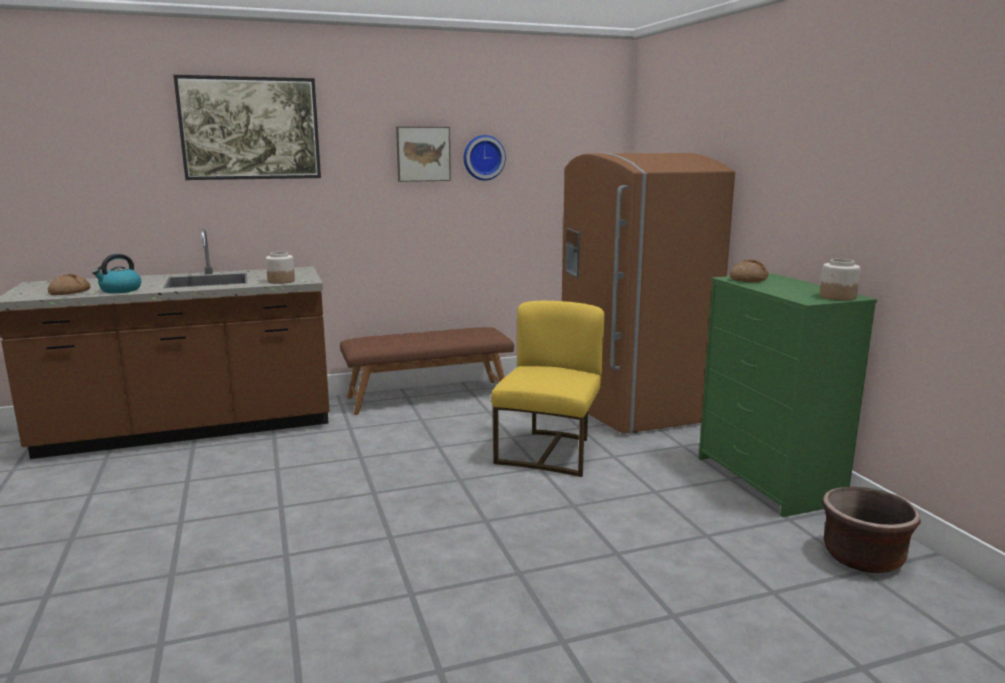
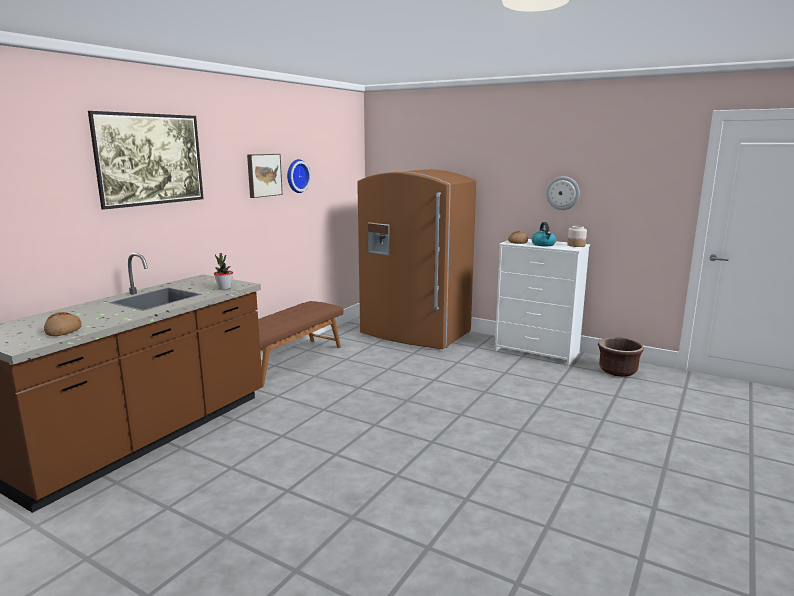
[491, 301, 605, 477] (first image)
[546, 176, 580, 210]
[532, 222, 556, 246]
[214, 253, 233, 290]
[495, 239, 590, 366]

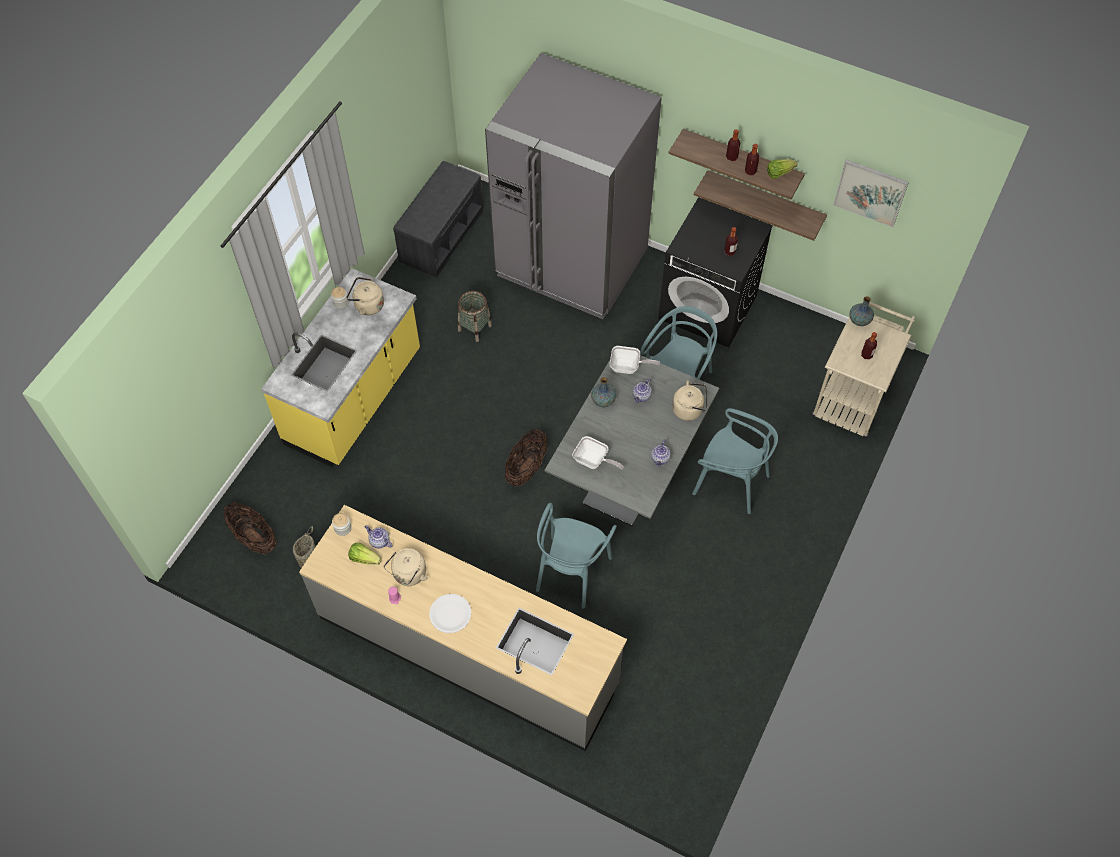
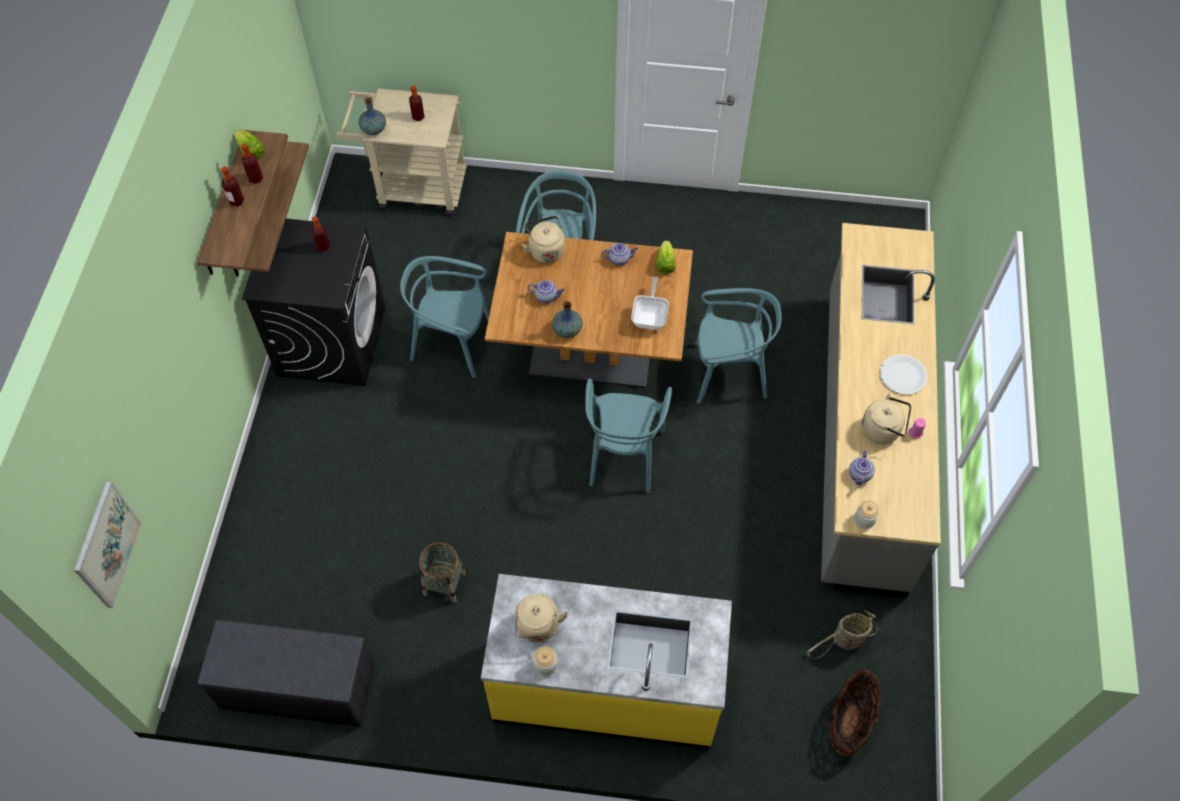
[485, 53, 662, 319] (first image)
[610, 346, 660, 374] (first image)
[655, 240, 676, 274]
[74, 481, 142, 608]
[585, 378, 672, 493]
[485, 232, 693, 388]

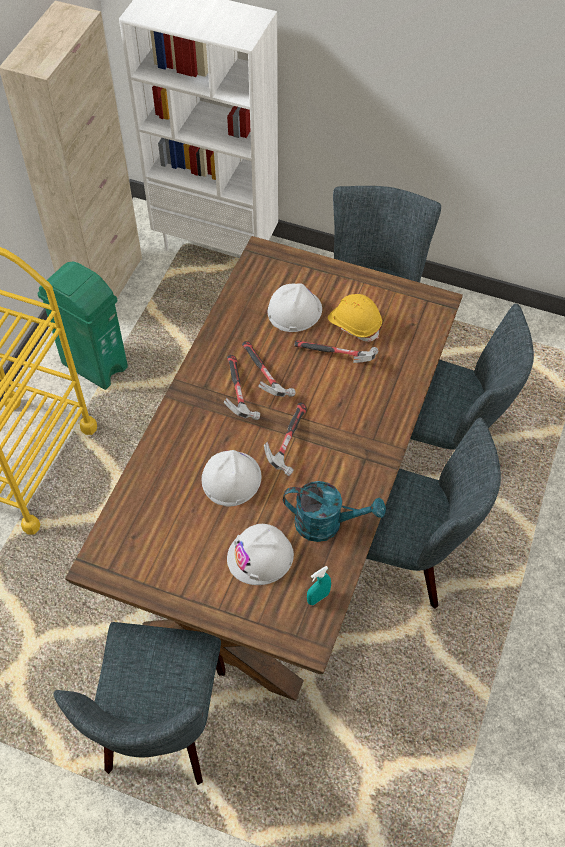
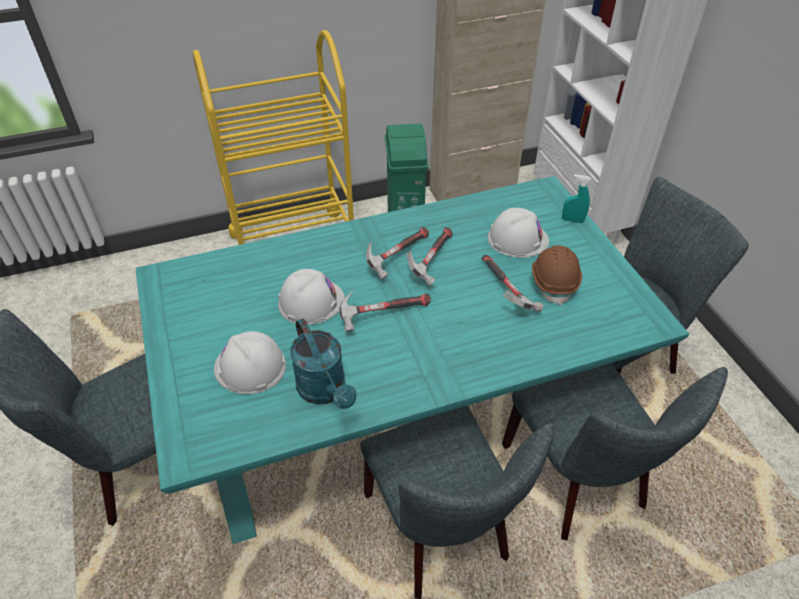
[562, 174, 591, 223]
[136, 176, 689, 544]
[532, 245, 582, 305]

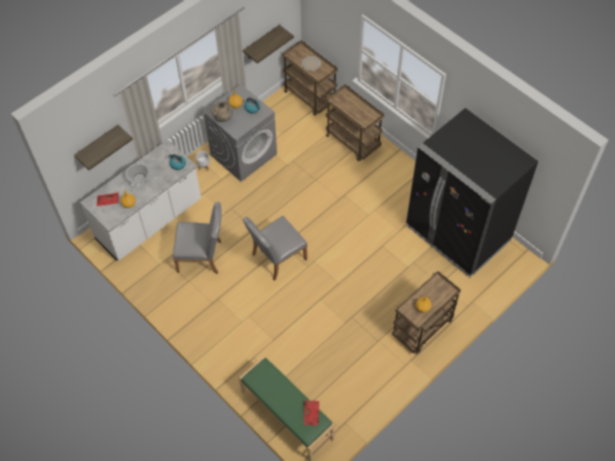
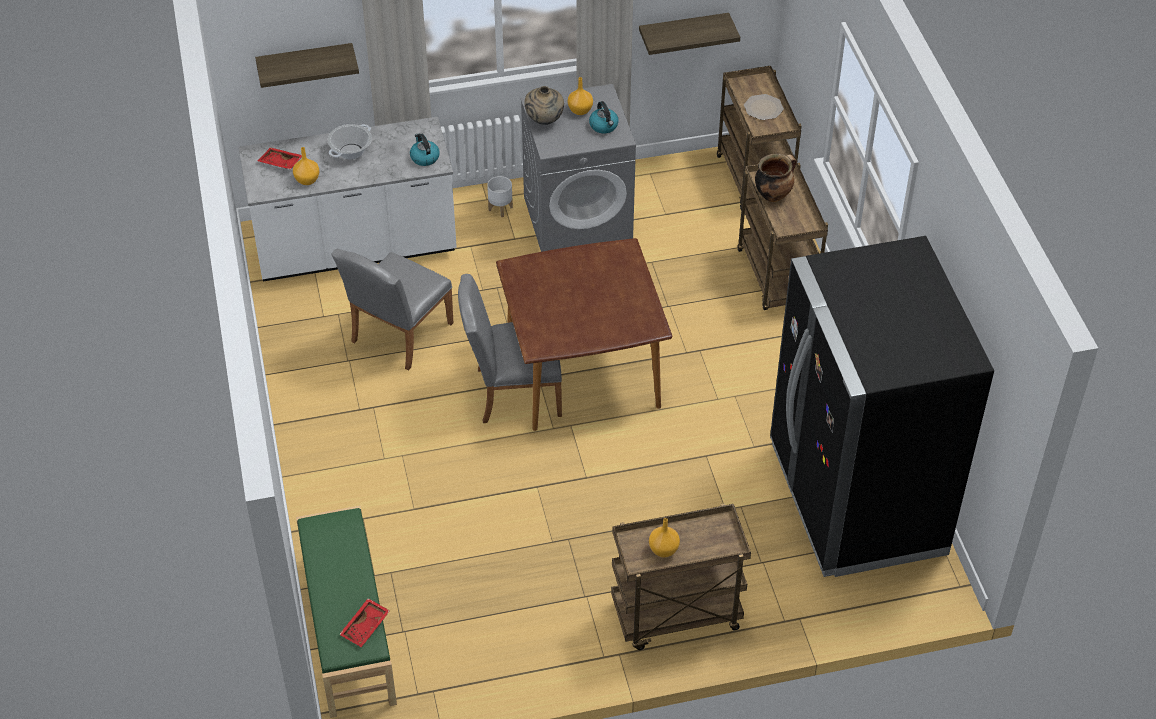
[496, 238, 673, 431]
[755, 154, 797, 202]
[331, 249, 453, 371]

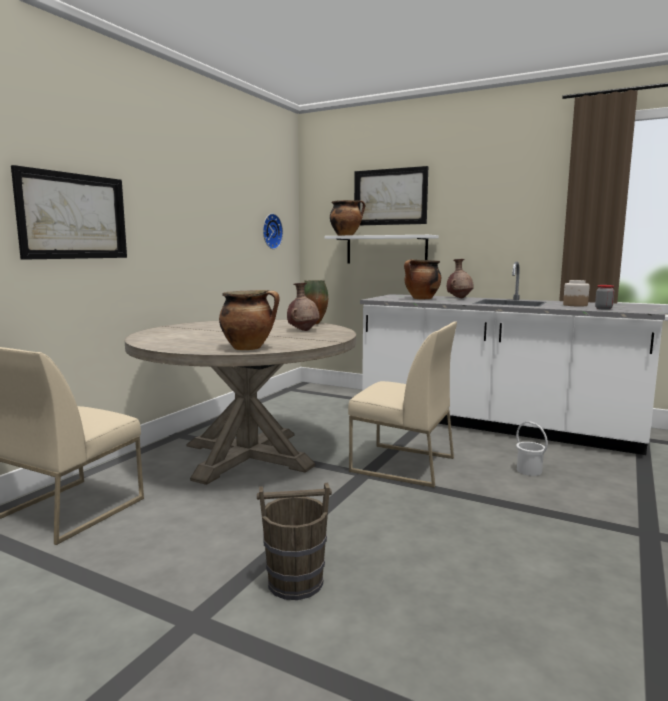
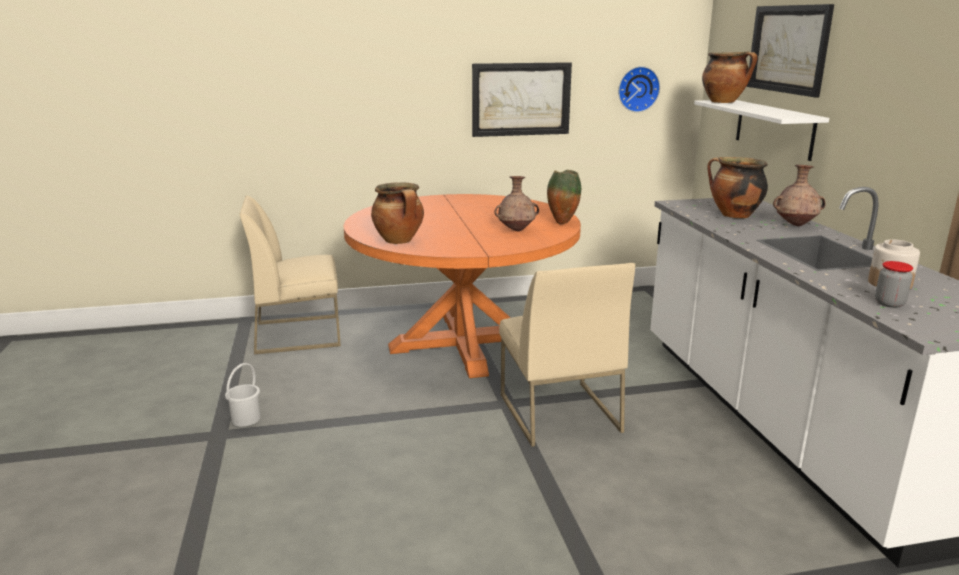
[257, 482, 332, 600] (first image)
[472, 62, 572, 137]
[225, 363, 261, 426]
[344, 194, 581, 378]

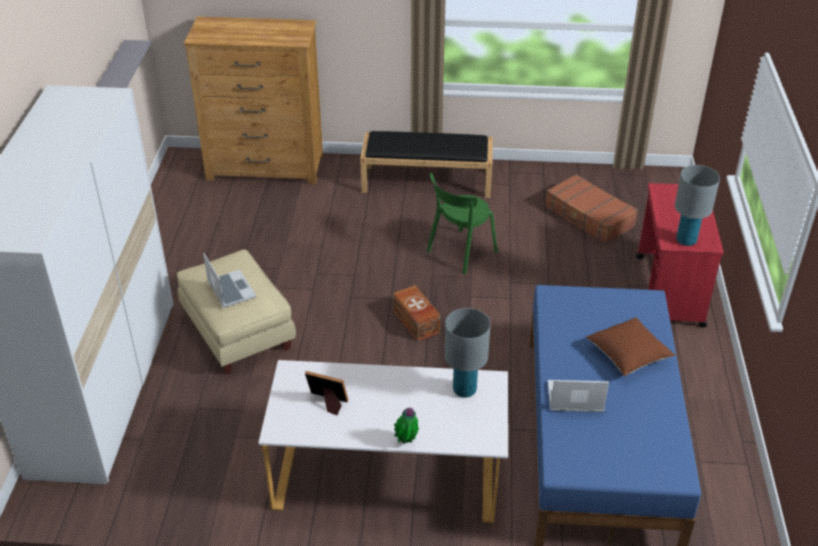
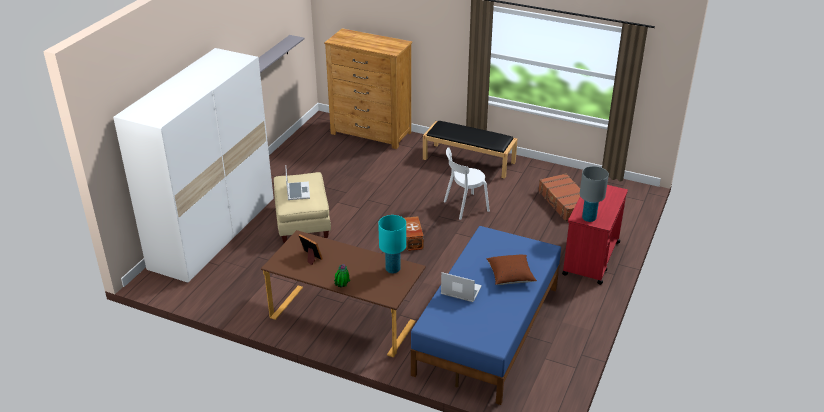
[261, 230, 426, 357]
[444, 147, 490, 220]
[378, 215, 406, 274]

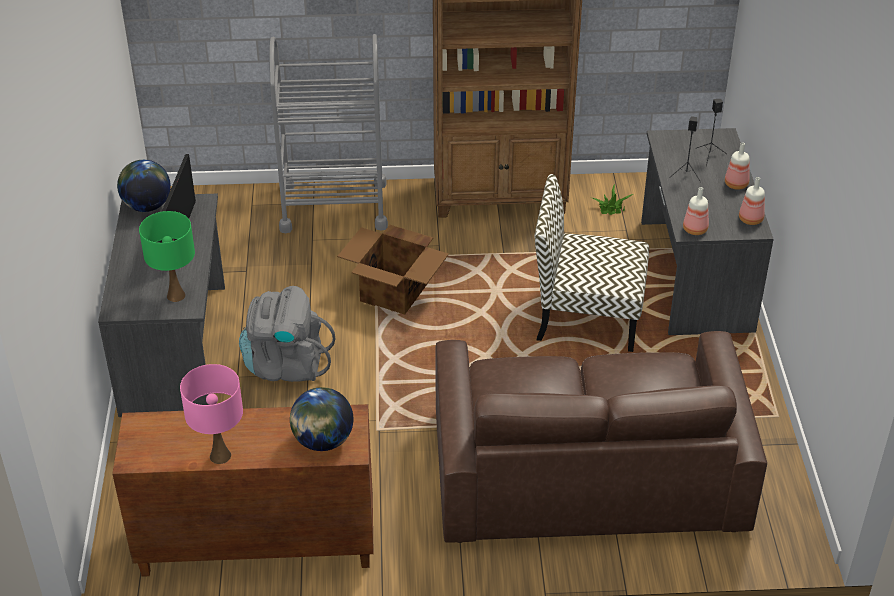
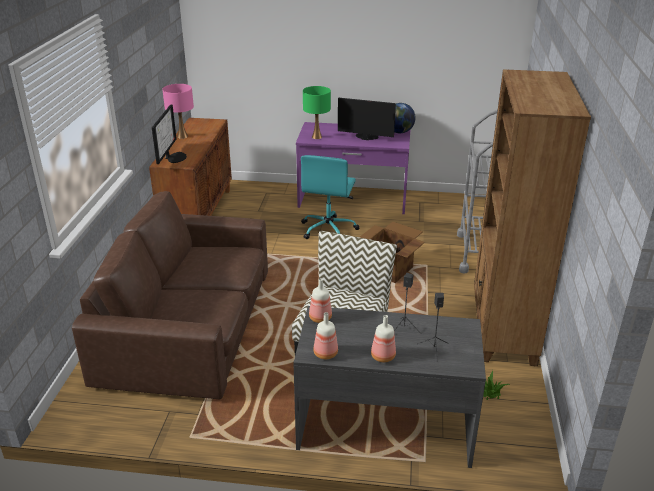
[301, 155, 359, 239]
[152, 104, 187, 164]
[296, 122, 410, 214]

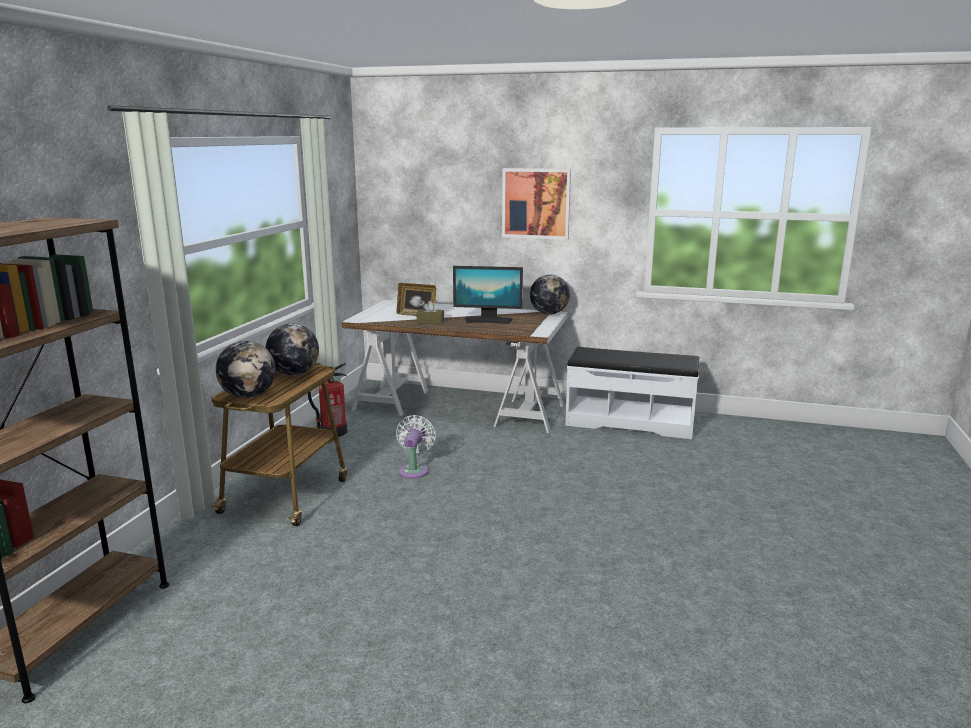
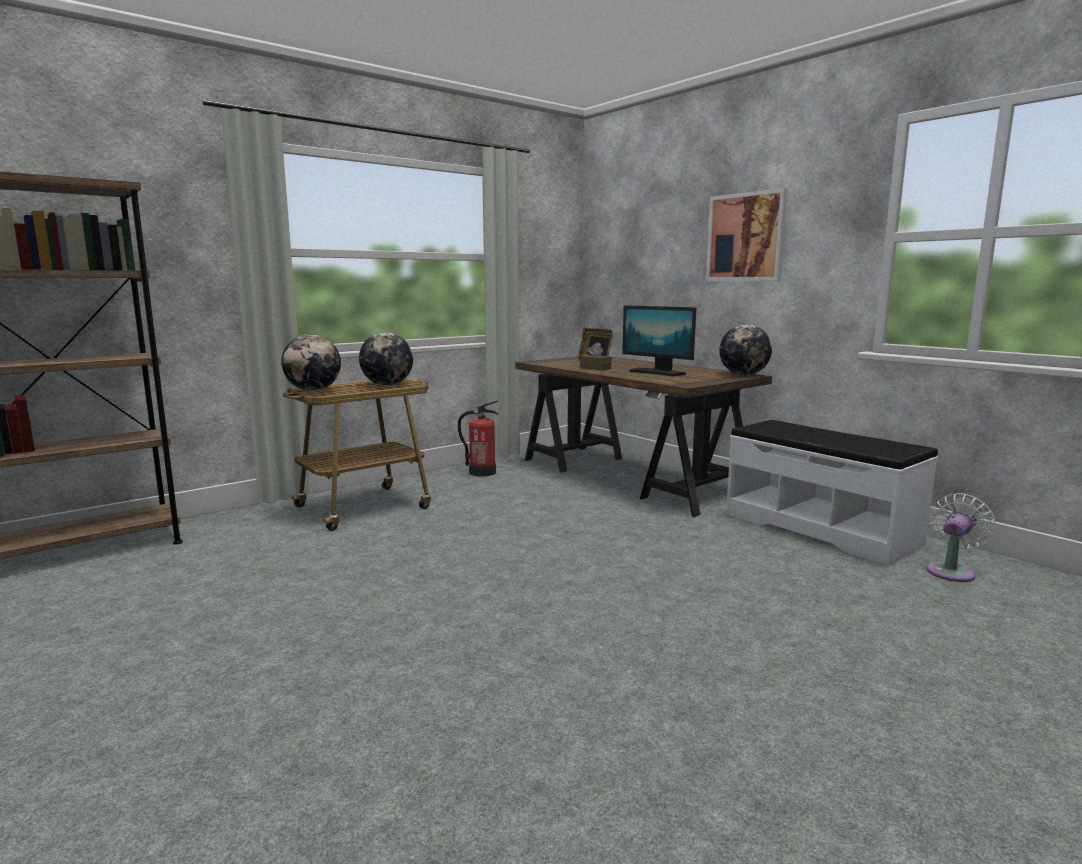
[926, 493, 996, 582]
[515, 356, 772, 517]

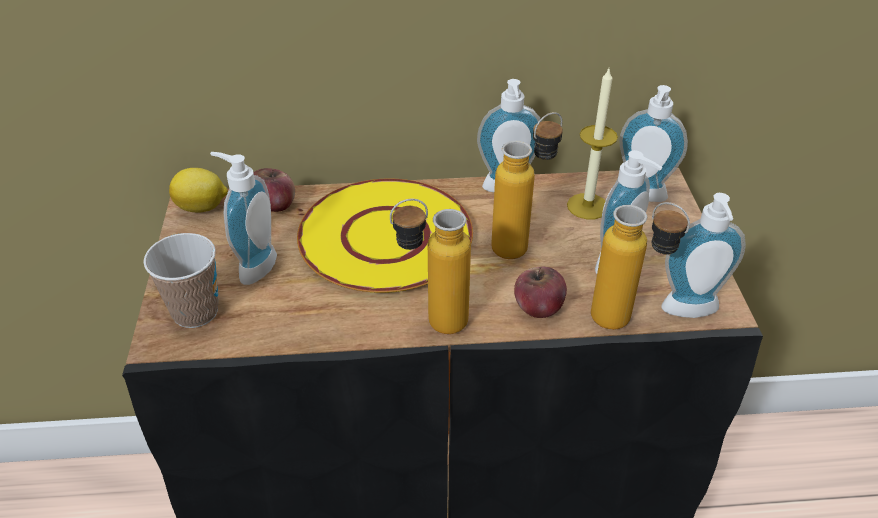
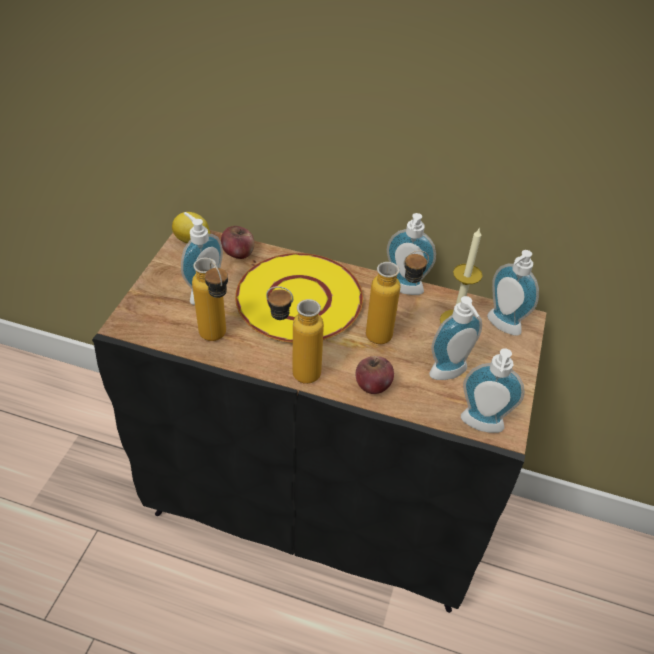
[143, 233, 218, 328] (first image)
[192, 257, 228, 341]

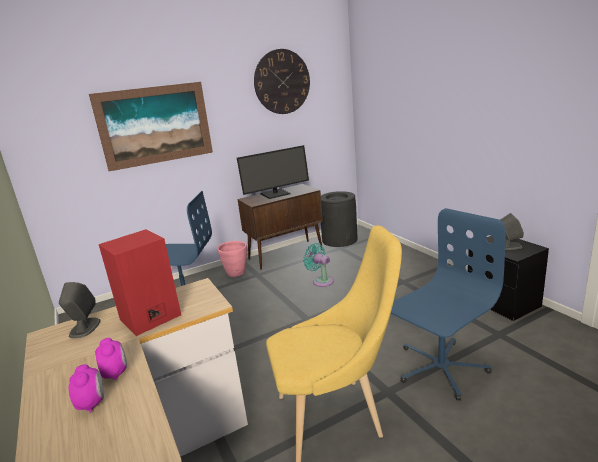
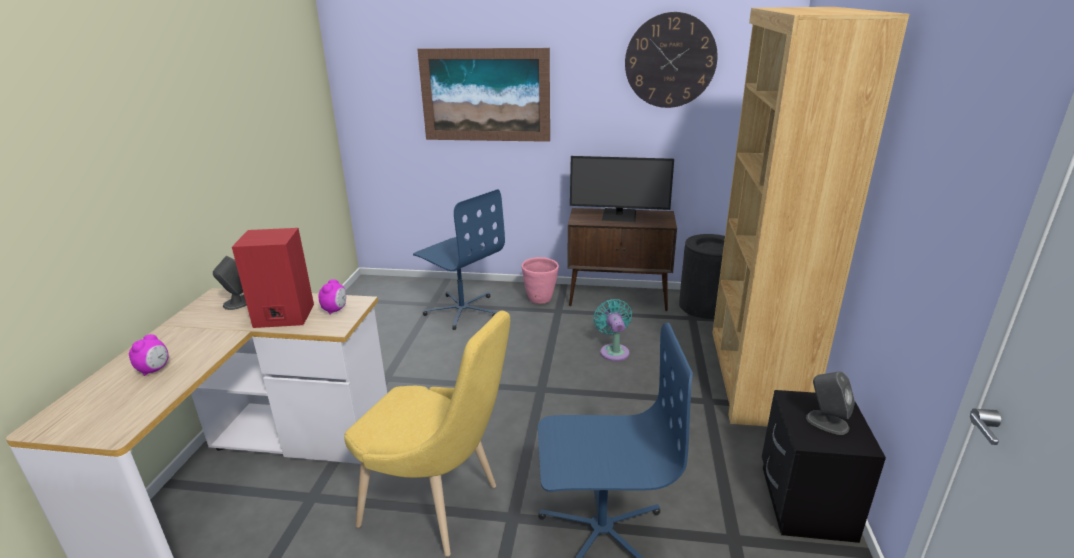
[712, 7, 909, 426]
[319, 279, 346, 315]

